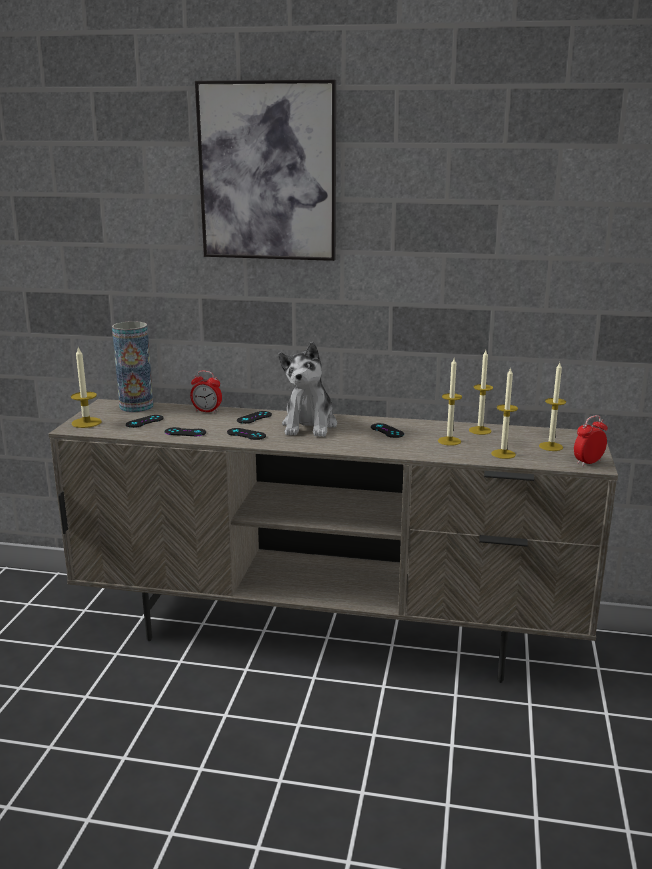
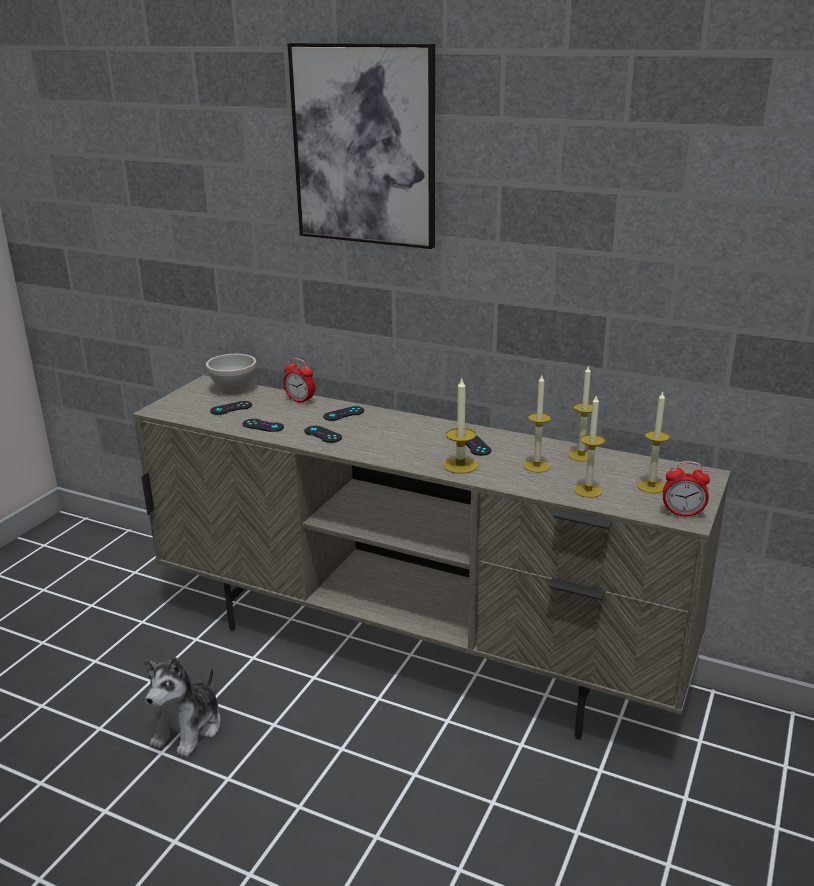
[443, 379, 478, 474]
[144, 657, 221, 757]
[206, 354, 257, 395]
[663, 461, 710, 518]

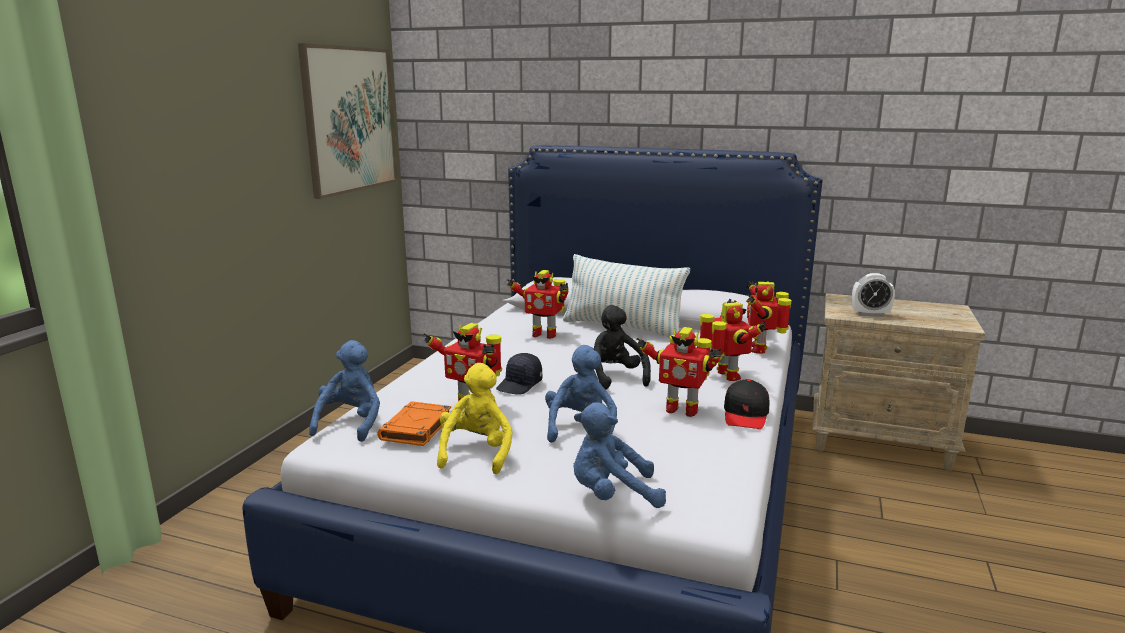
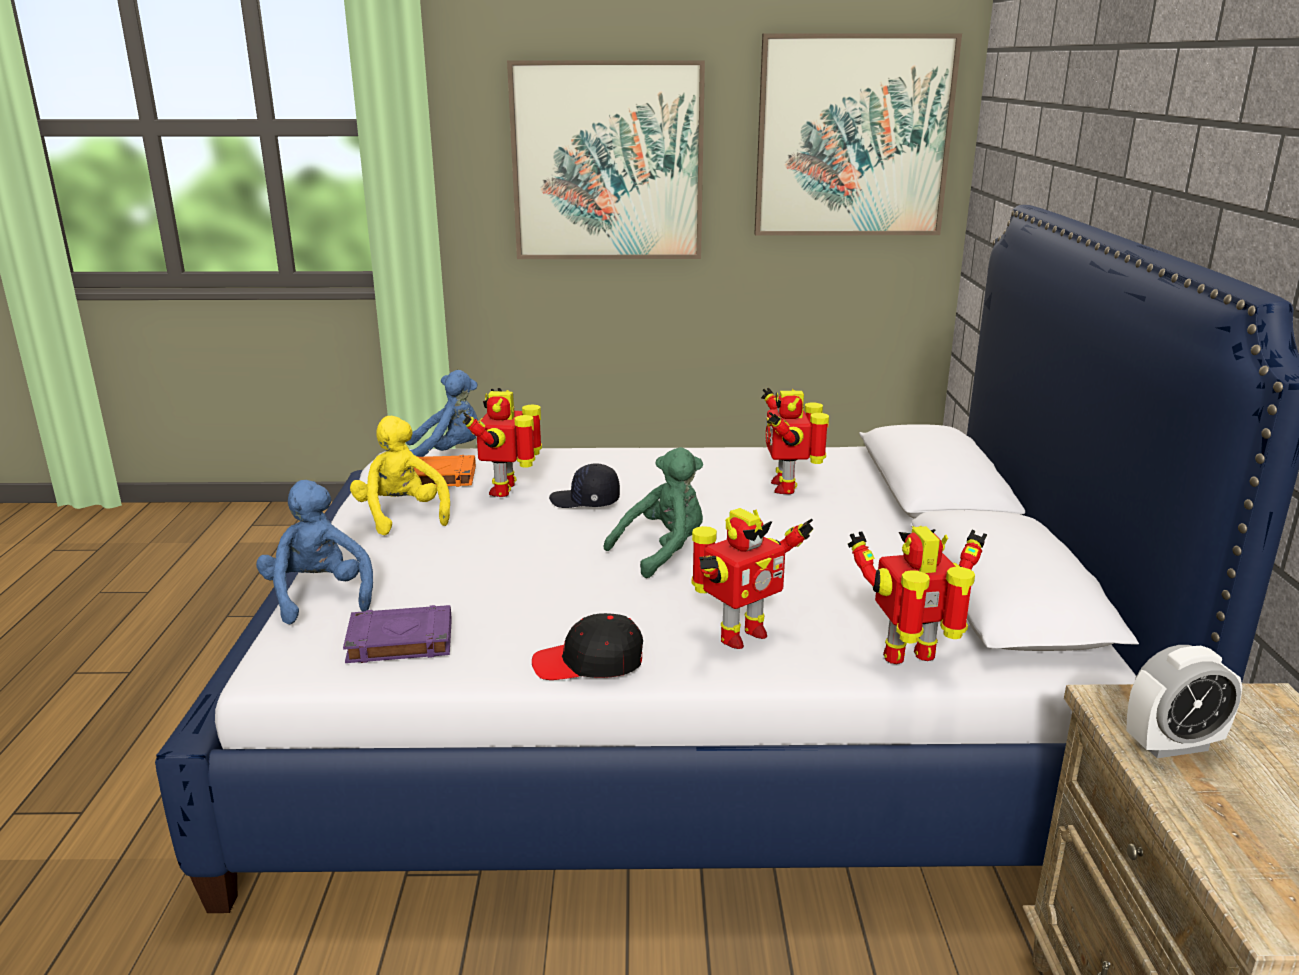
[545, 345, 617, 443] (first image)
[563, 254, 690, 338] (first image)
[636, 327, 721, 417] (first image)
[343, 605, 452, 663]
[507, 60, 705, 259]
[604, 447, 703, 578]
[350, 416, 450, 536]
[1127, 645, 1242, 758]

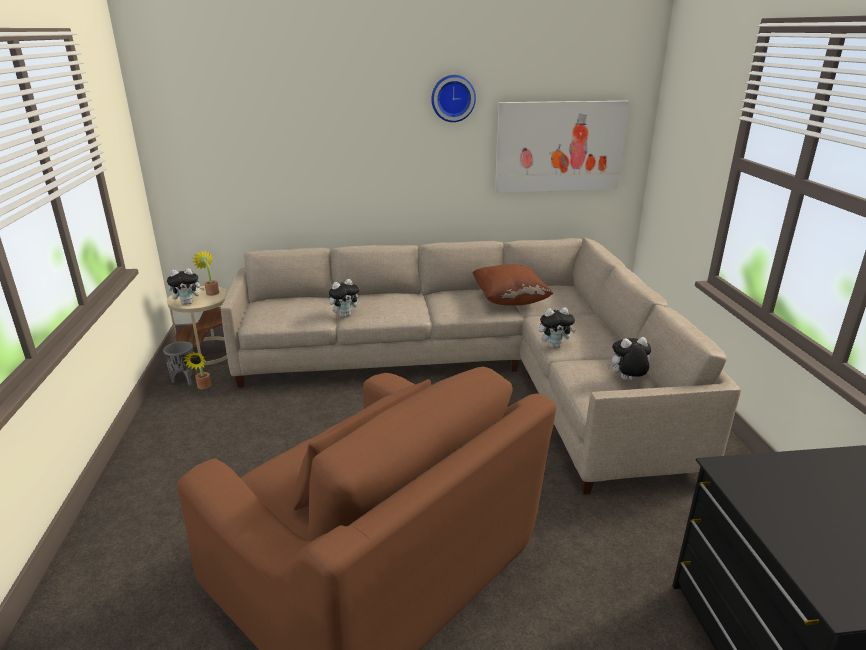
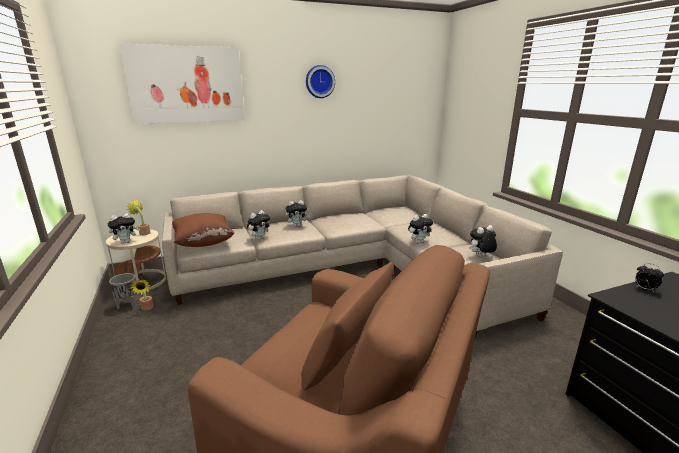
[286, 200, 310, 227]
[635, 263, 664, 292]
[172, 213, 234, 247]
[119, 44, 245, 124]

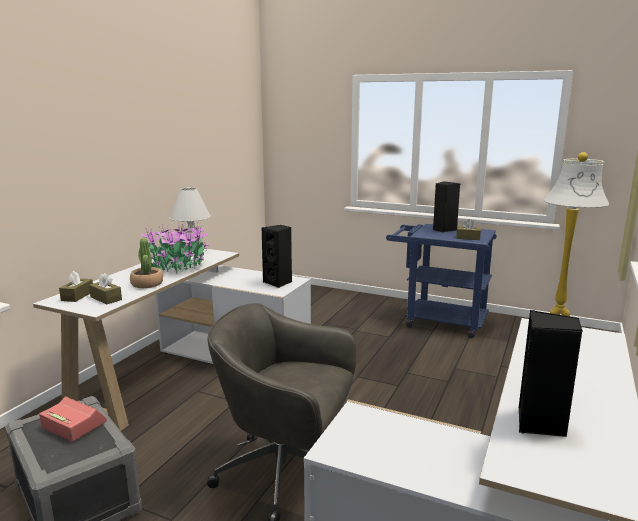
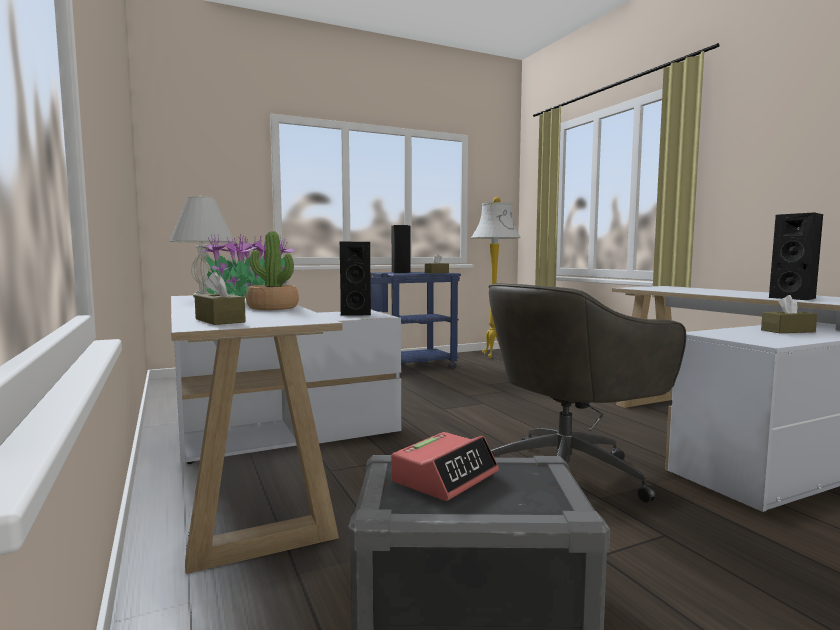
[761, 295, 817, 333]
[391, 432, 499, 501]

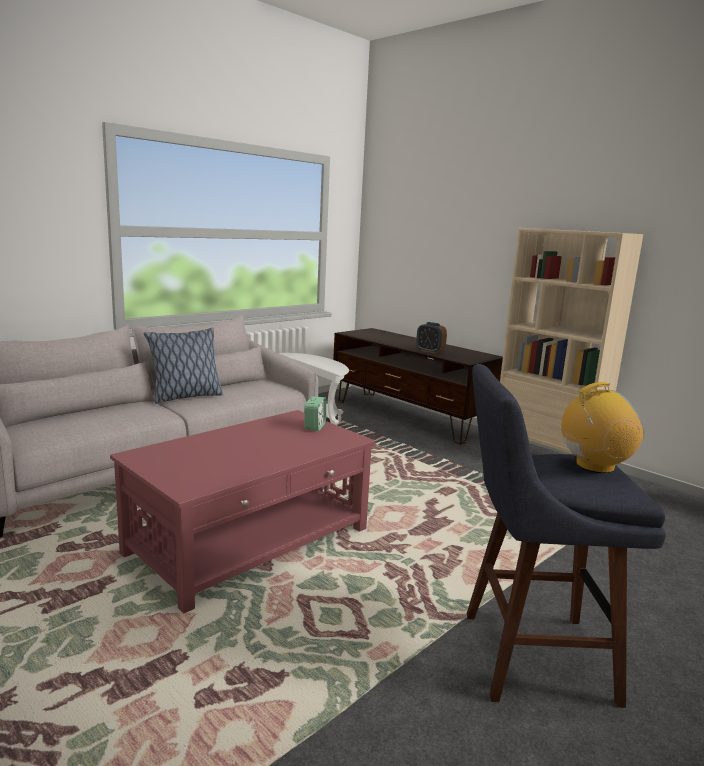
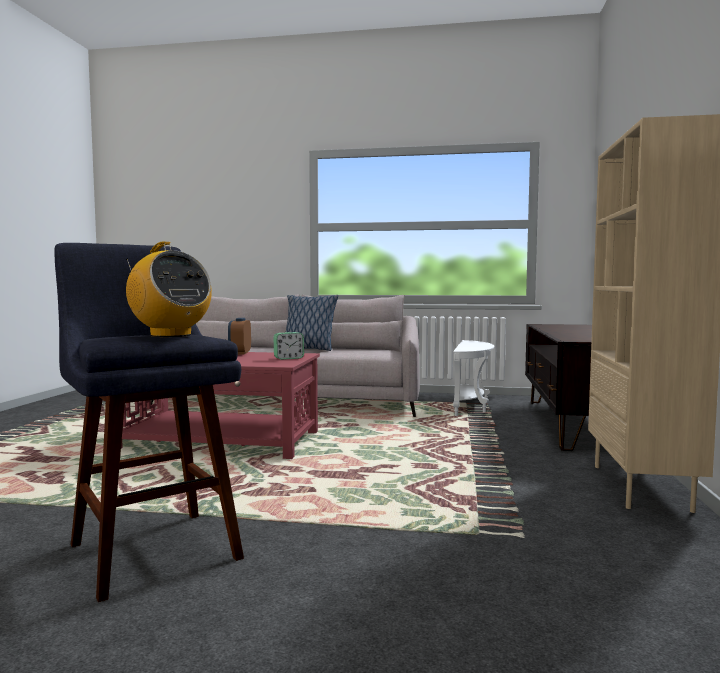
[228, 318, 251, 355]

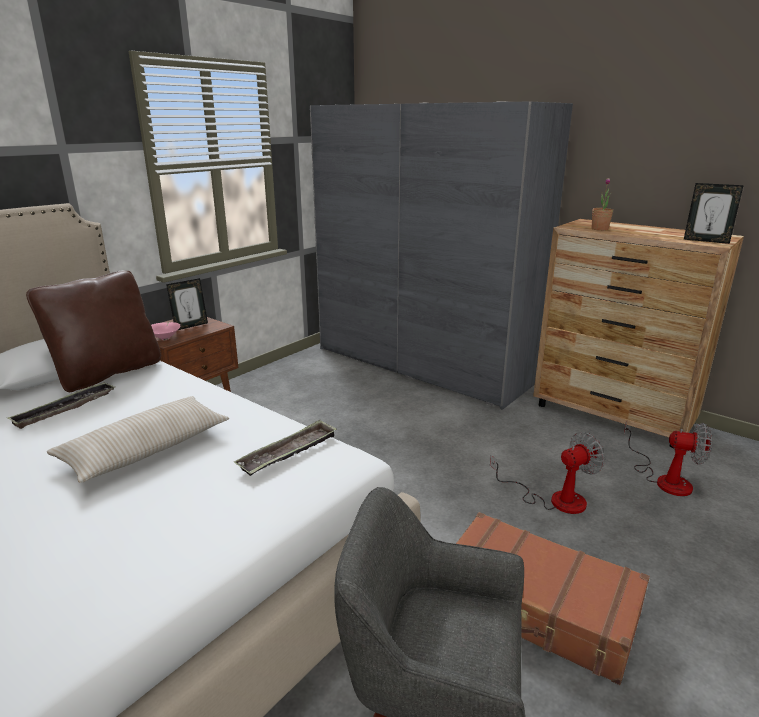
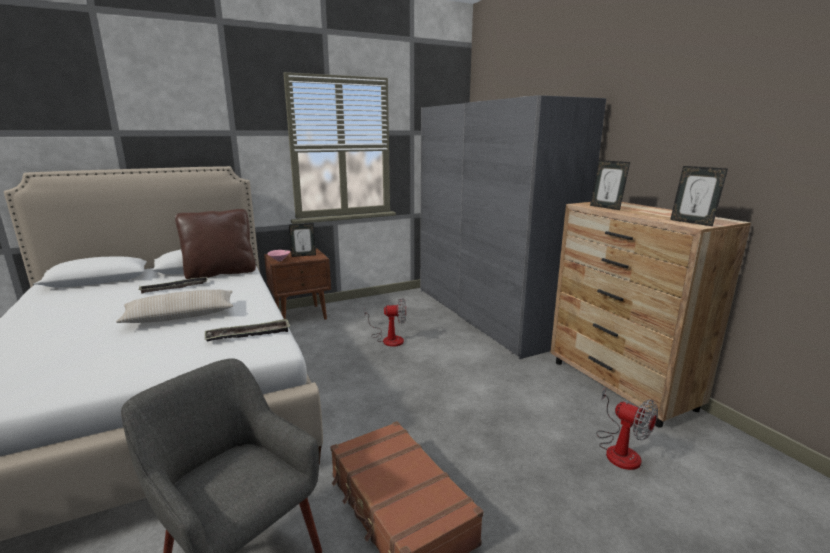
[364, 298, 406, 347]
[590, 160, 630, 210]

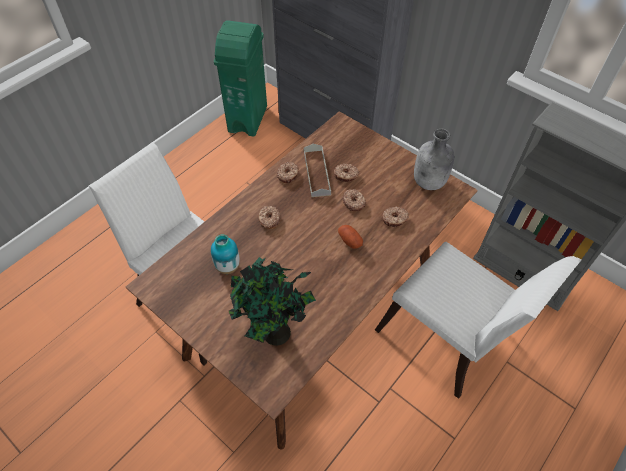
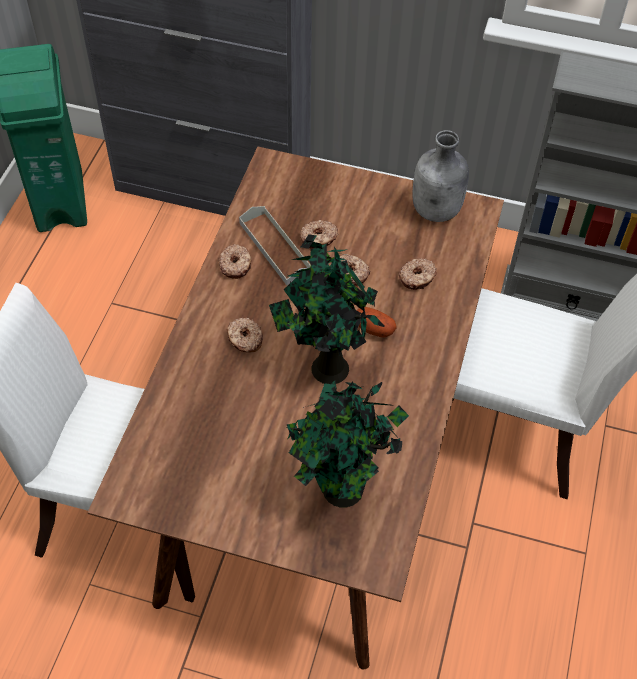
[211, 234, 240, 274] (first image)
[269, 234, 385, 384]

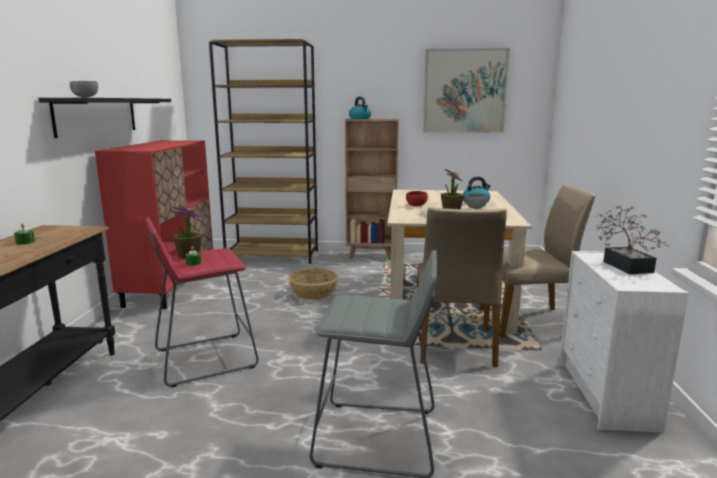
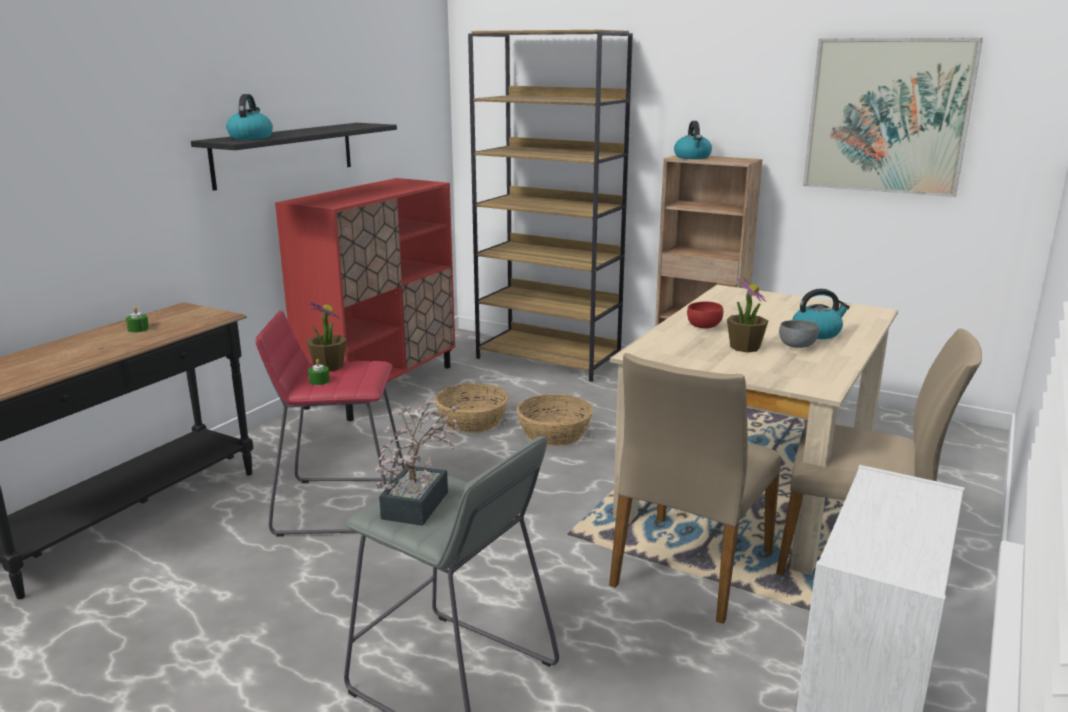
[435, 383, 509, 433]
[375, 400, 461, 526]
[226, 94, 273, 140]

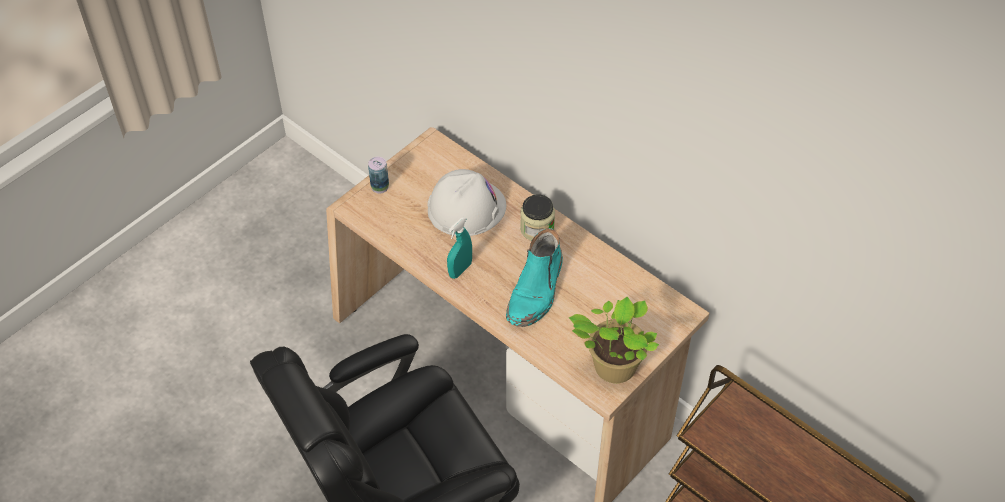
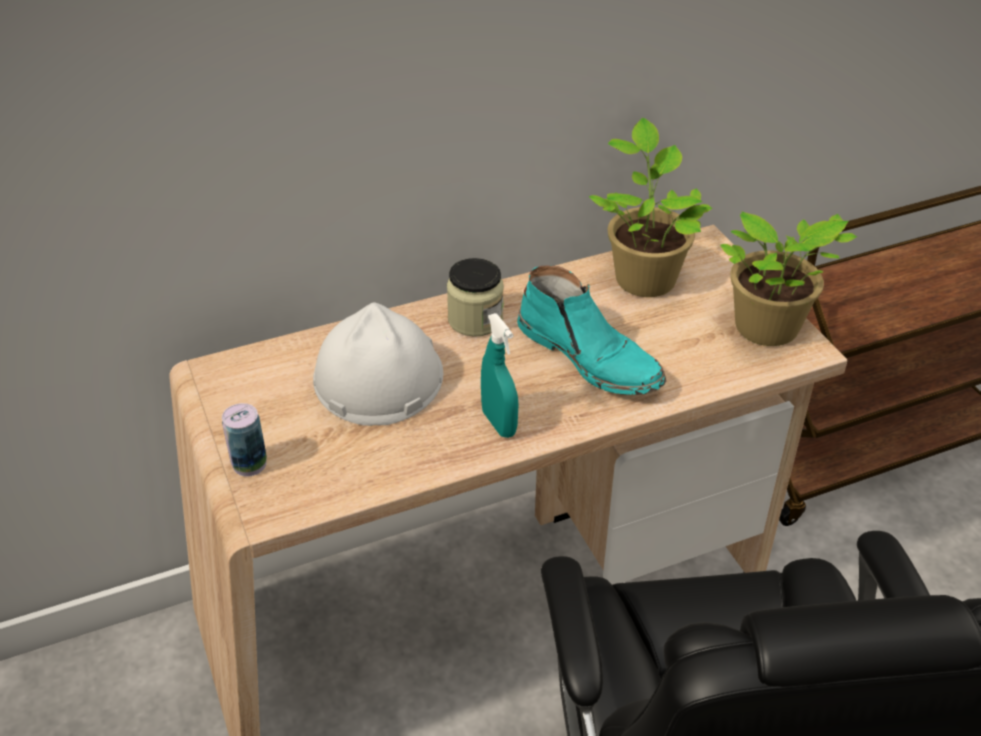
[589, 118, 713, 297]

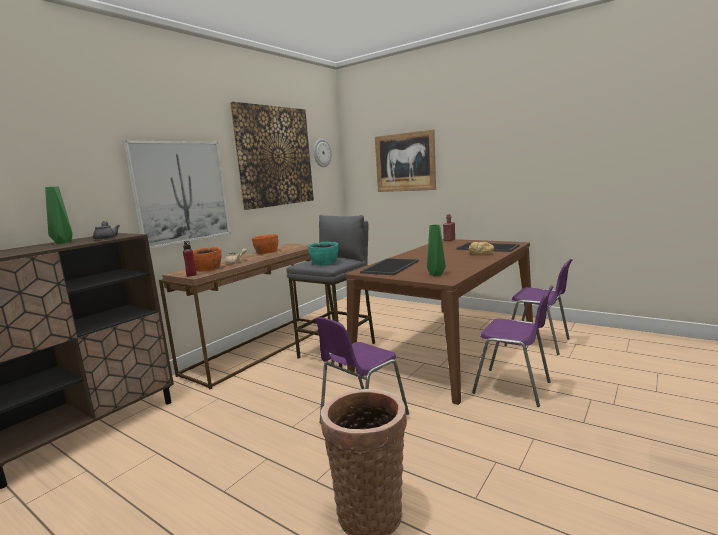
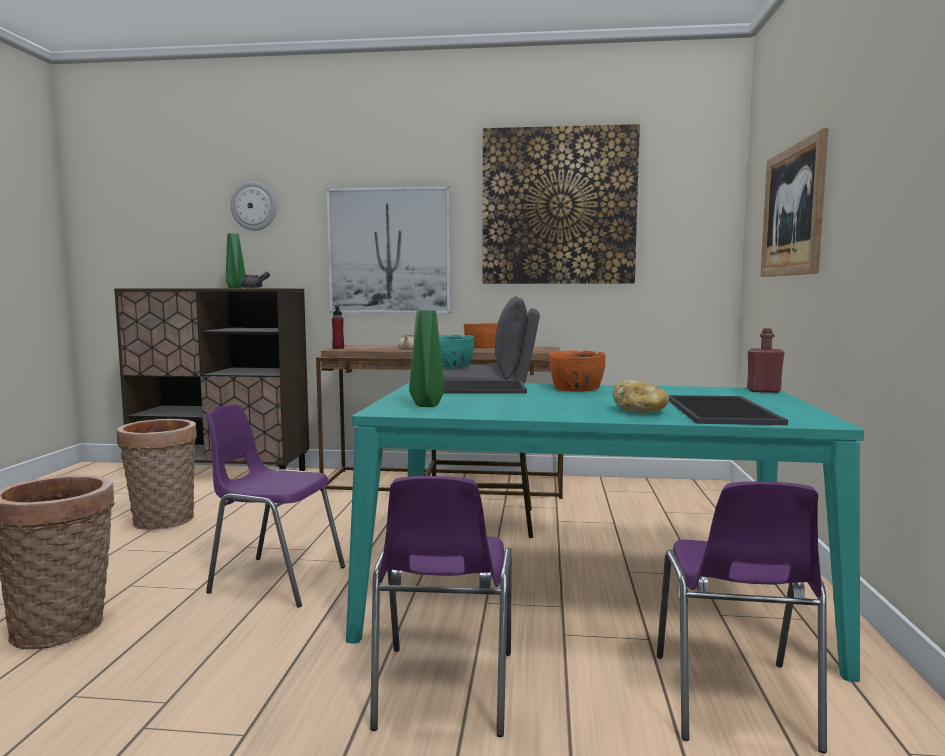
[117, 419, 197, 530]
[549, 350, 606, 392]
[231, 182, 277, 231]
[346, 382, 864, 682]

